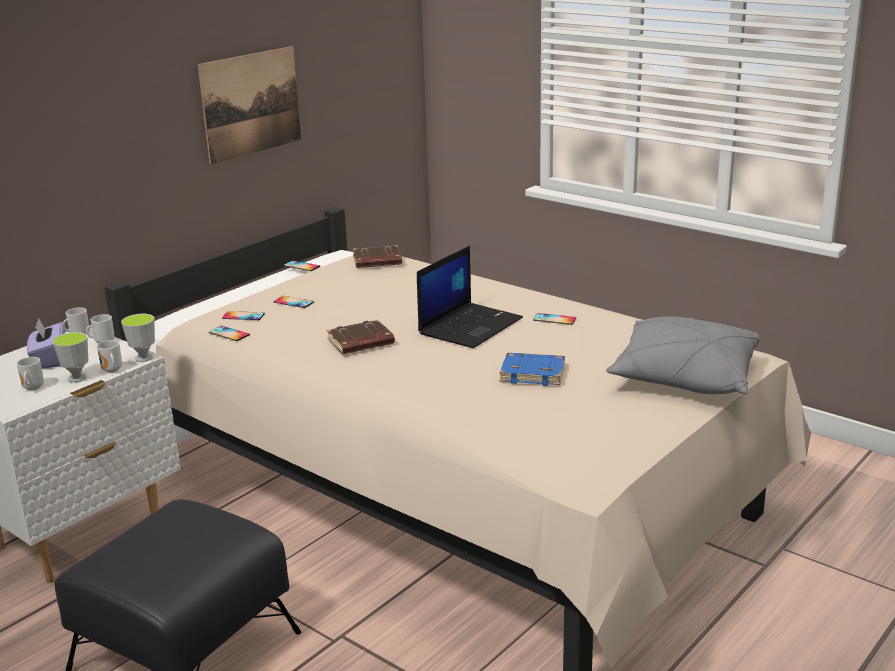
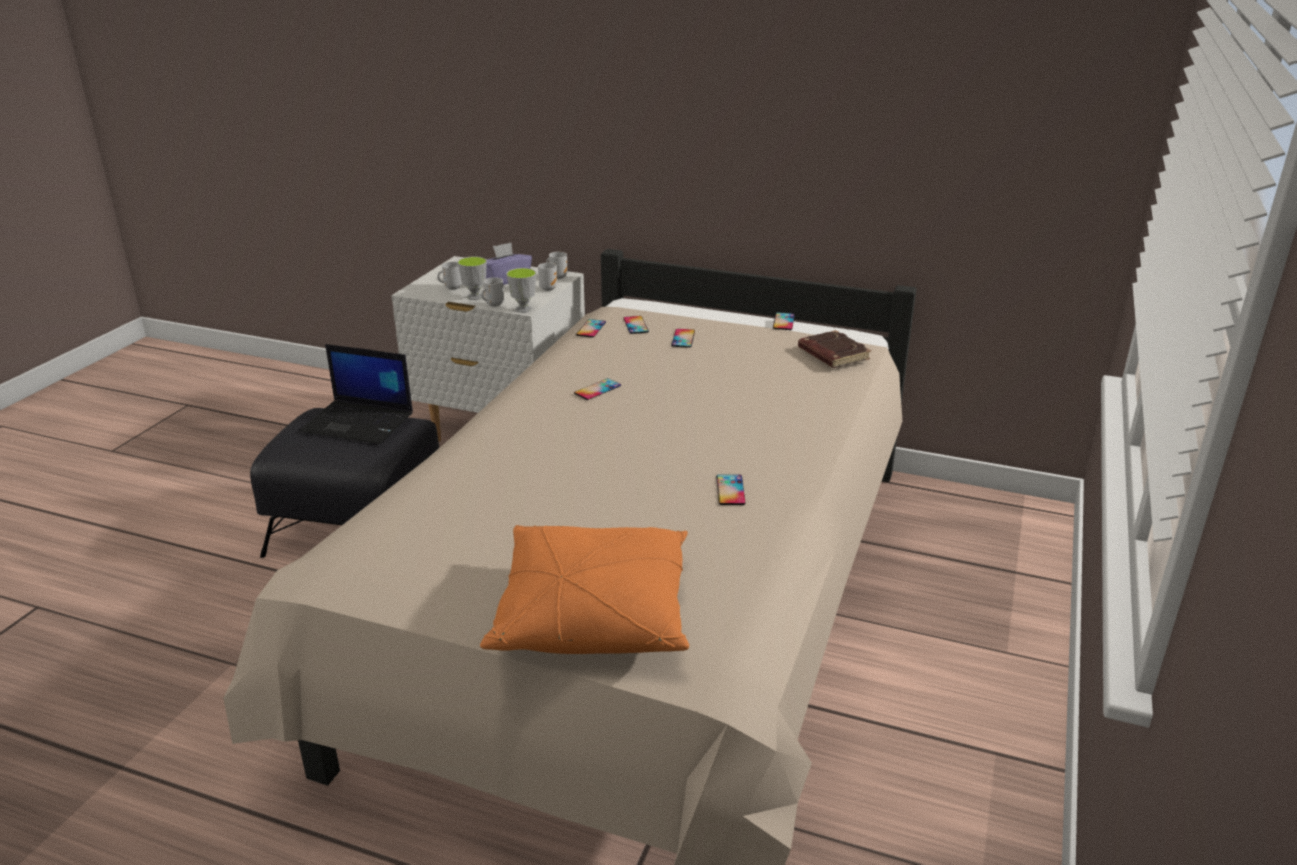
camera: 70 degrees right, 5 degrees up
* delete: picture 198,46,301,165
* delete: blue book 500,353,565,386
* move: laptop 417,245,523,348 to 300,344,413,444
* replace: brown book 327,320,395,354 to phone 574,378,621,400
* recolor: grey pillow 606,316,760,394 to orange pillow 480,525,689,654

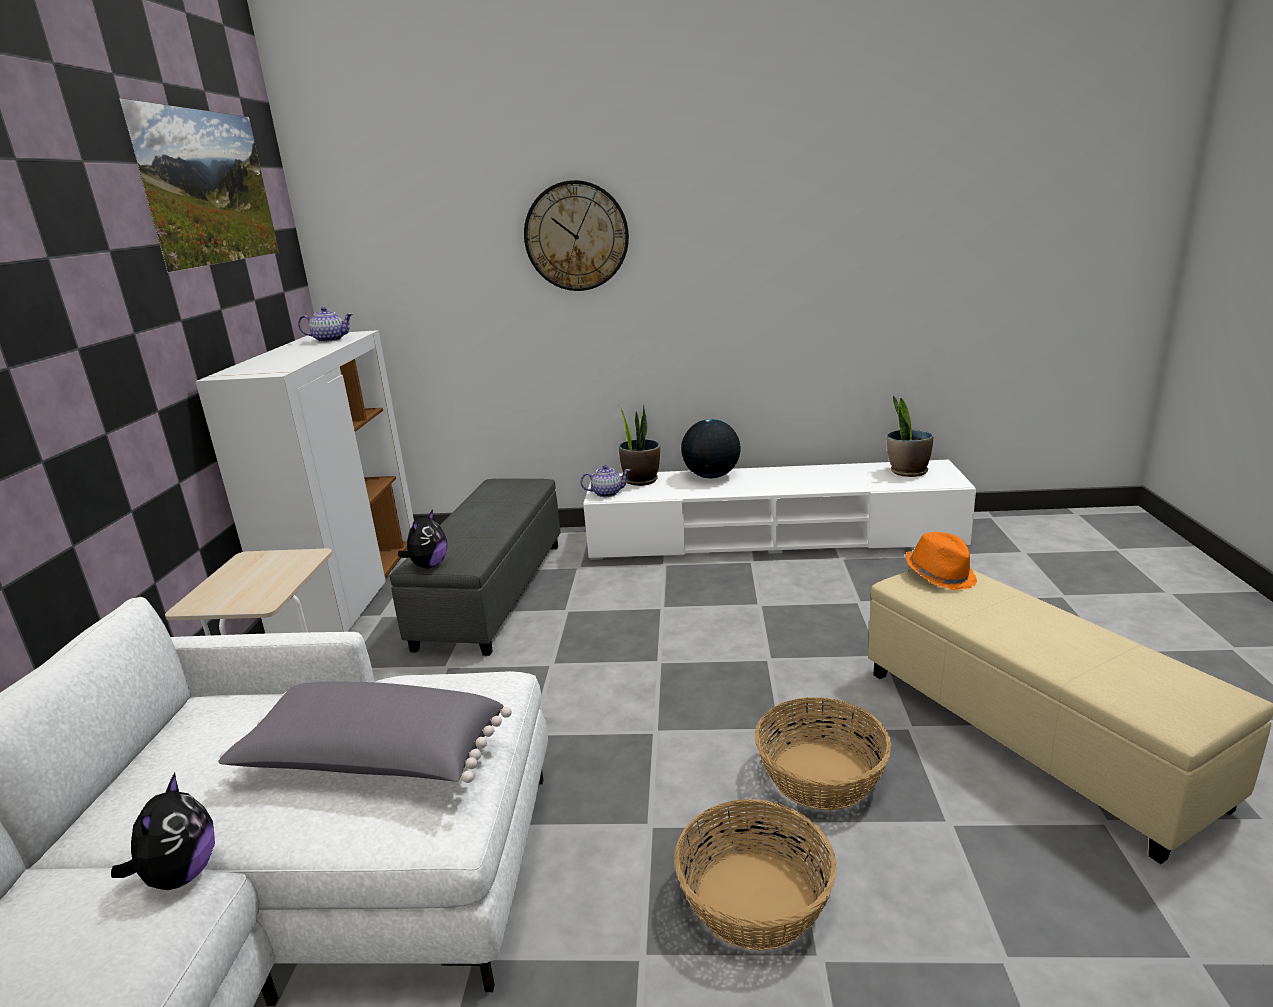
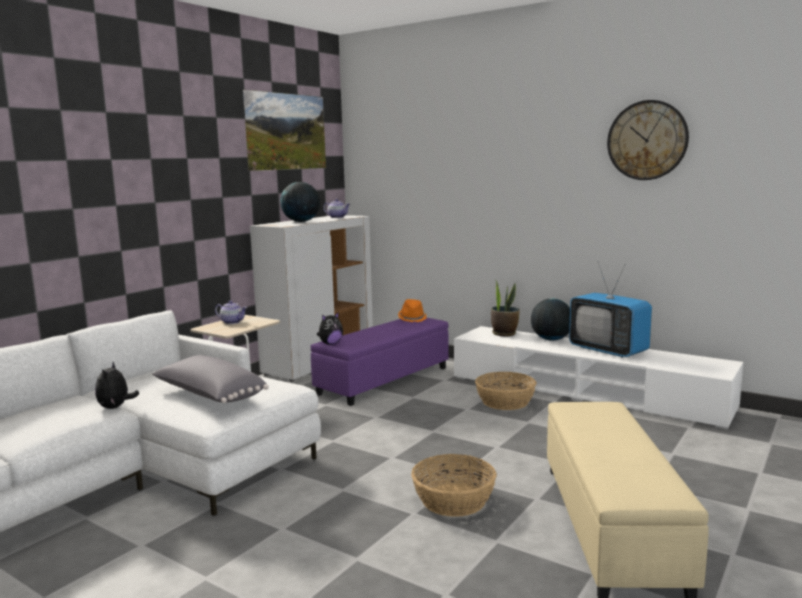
camera: 30 degrees right, 10 degrees down
* delete: potted plant 887,395,934,477
* insert: globe 280,182,320,222
* insert: television 569,262,652,358
* move: wall clock 524,180,629,291 to 607,100,689,180
* move: teapot 580,465,631,497 to 215,301,247,324
* move: basket 674,799,836,950 to 475,372,536,410
* move: orange hat 905,532,977,590 to 398,299,427,322
* recolor: grey ottoman 390,479,560,656 to purple ottoman 311,318,449,406
* rotate: plush toy 111,772,215,890 = 95,362,140,409 150 degrees clockwise

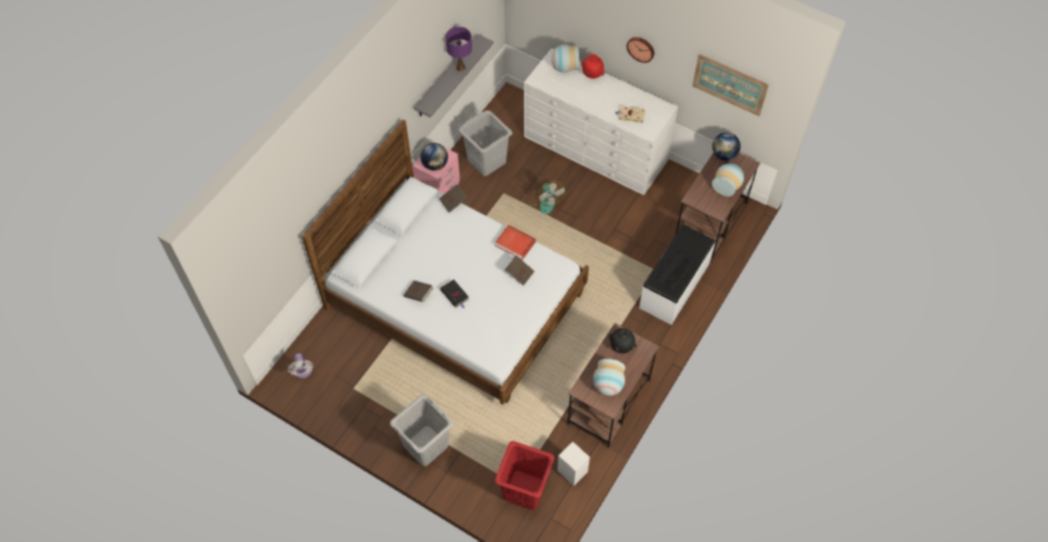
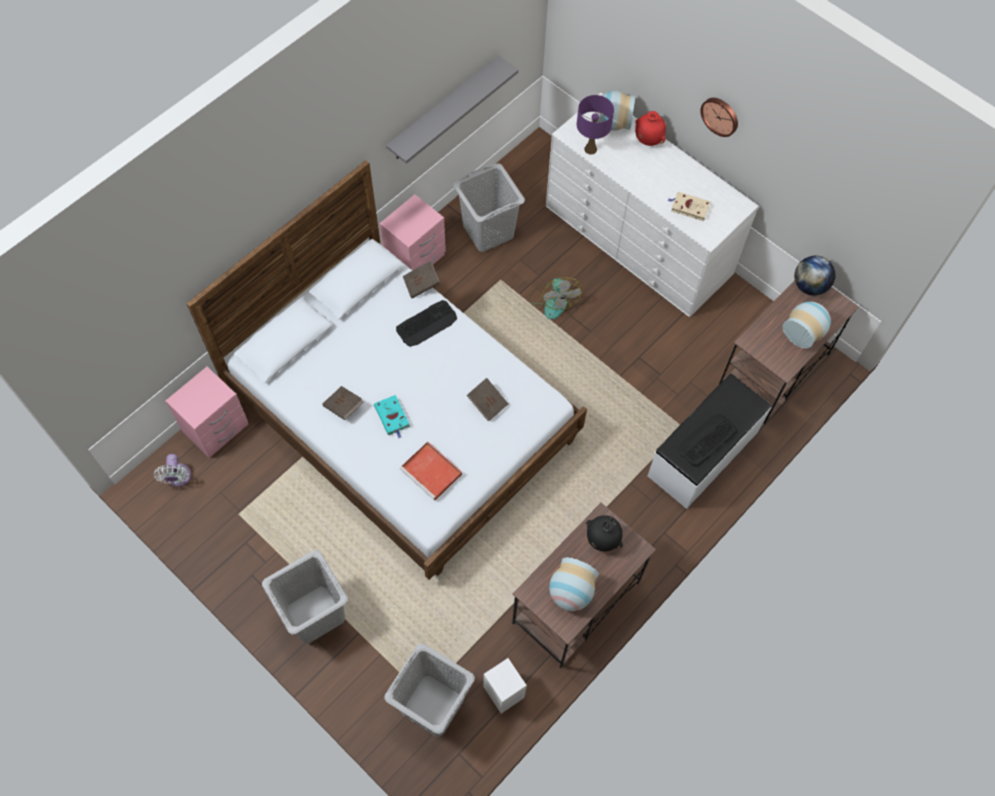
camera: 10 degrees right, 5 degrees up
* delete: globe 421,143,448,171
* delete: picture 692,54,769,116
* insert: pink nightstand 166,367,248,458
* insert: keyboard 396,300,457,347
* move: purple table lamp 445,27,472,71 to 577,95,614,155
* move: red tray 494,224,536,260 to 400,442,462,501
* recolor: black book 440,280,469,308 to turquoise book 374,395,410,438
* recolor: red laundry basket 495,441,554,510 to grey laundry basket 384,643,475,737

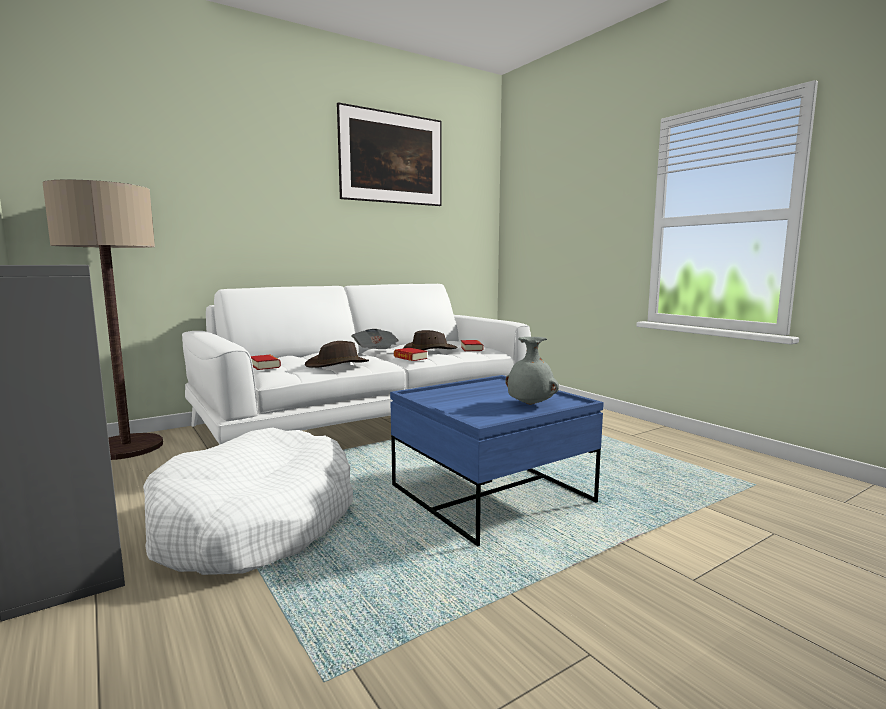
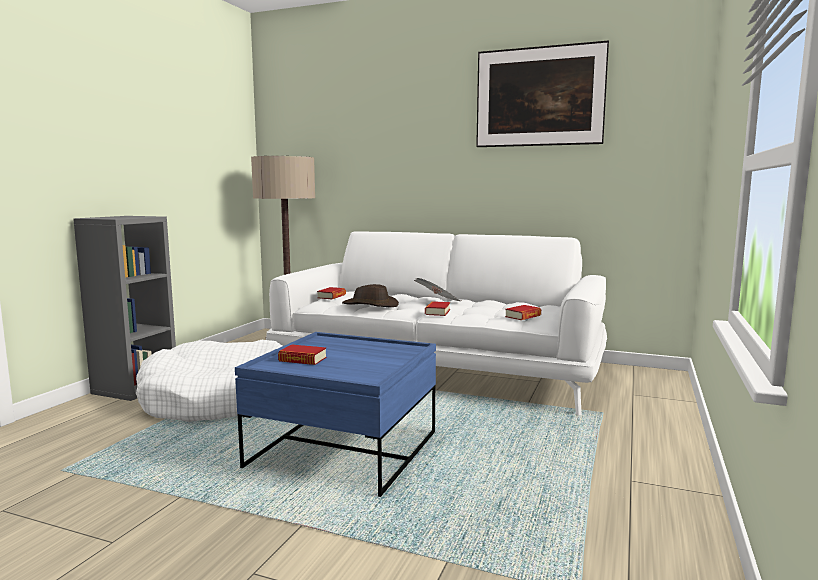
camera: 55 degrees right, 0 degrees up
* delete: brown hat 403,330,458,350
* delete: grey vase 505,337,559,405
* insert: book 278,344,326,365

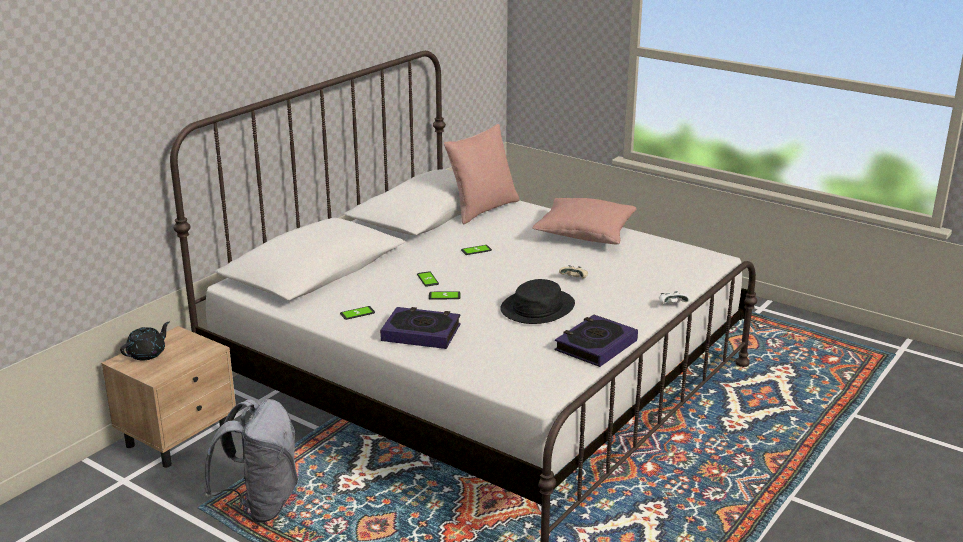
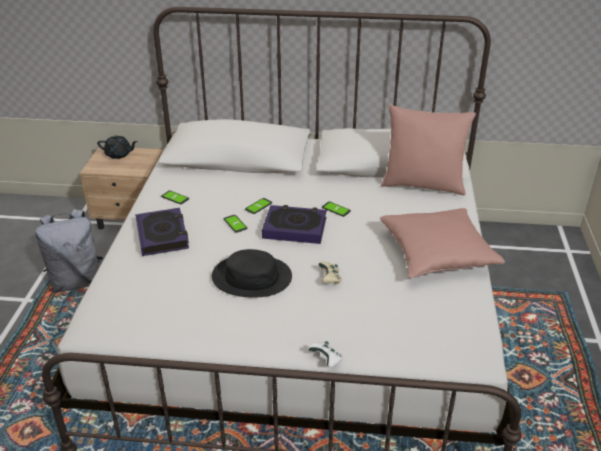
camera: 60 degrees right, 10 degrees up
* move: book 555,315,638,367 to 262,205,327,244

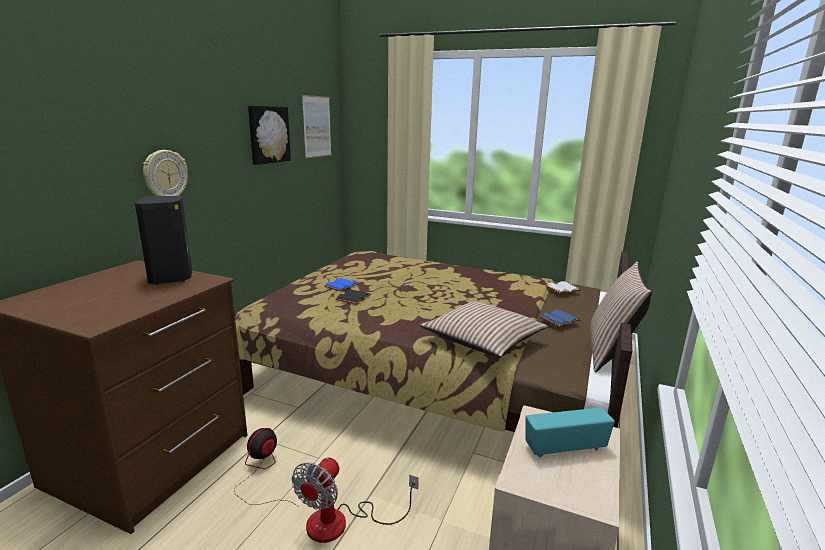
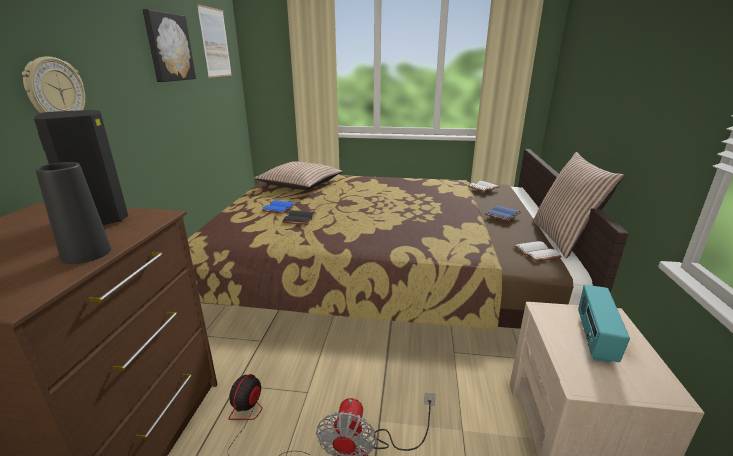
camera: 15 degrees left, 5 degrees up
* insert: black vase 35,162,111,264
* insert: white book 514,241,562,262
* move: pillow 420,301,548,357 to 254,161,343,190
* rotate: radio 525,408,615,457 = 578,285,630,362 45 degrees counterclockwise

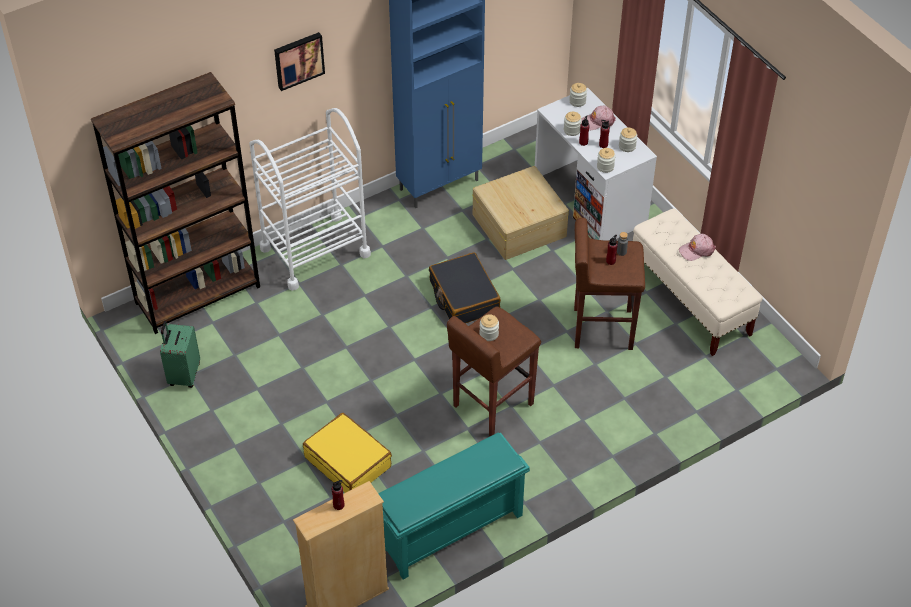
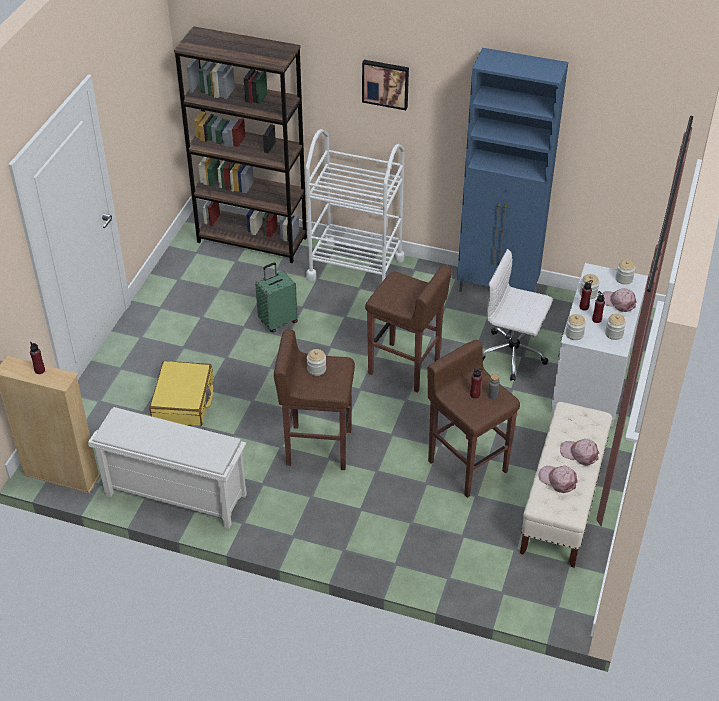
camera: 50 degrees right, 5 degrees down
* insert: pink cap 538,466,578,493
* move: green suitcase 160,321,200,388 to 255,262,298,332
* replace: black suitcase 429,253,501,323 to brown stool 365,265,452,393
* replace: beige storage box 473,166,569,260 to white office chair 482,249,553,381
* recolor: turquoise shoe rack 378,433,530,580 to white shoe rack 88,407,247,529

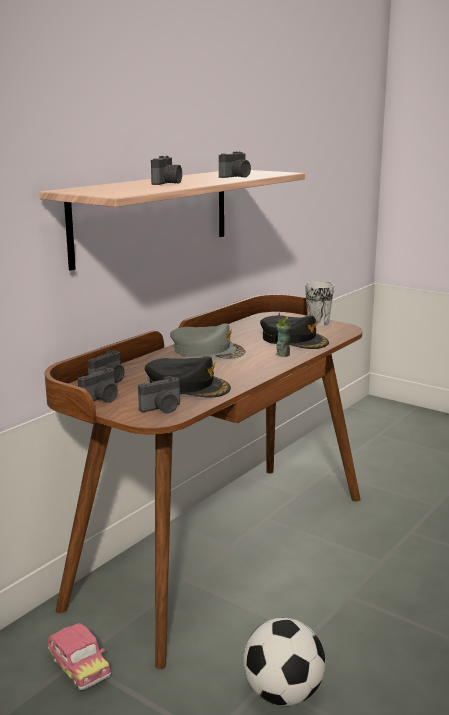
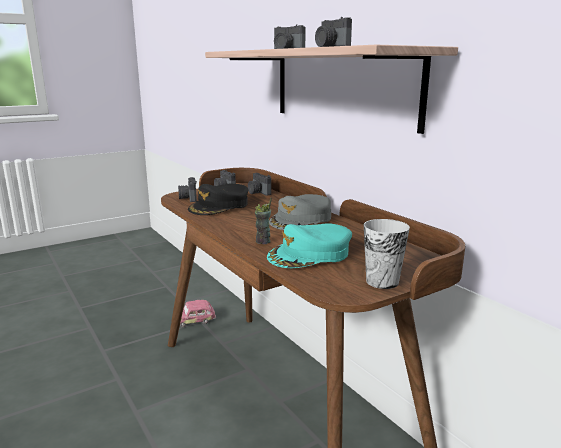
camera: 110 degrees right, 0 degrees up
* delete: football 243,618,325,706
* recolor: black cap 260,315,329,349 to turquoise cap 267,223,352,268

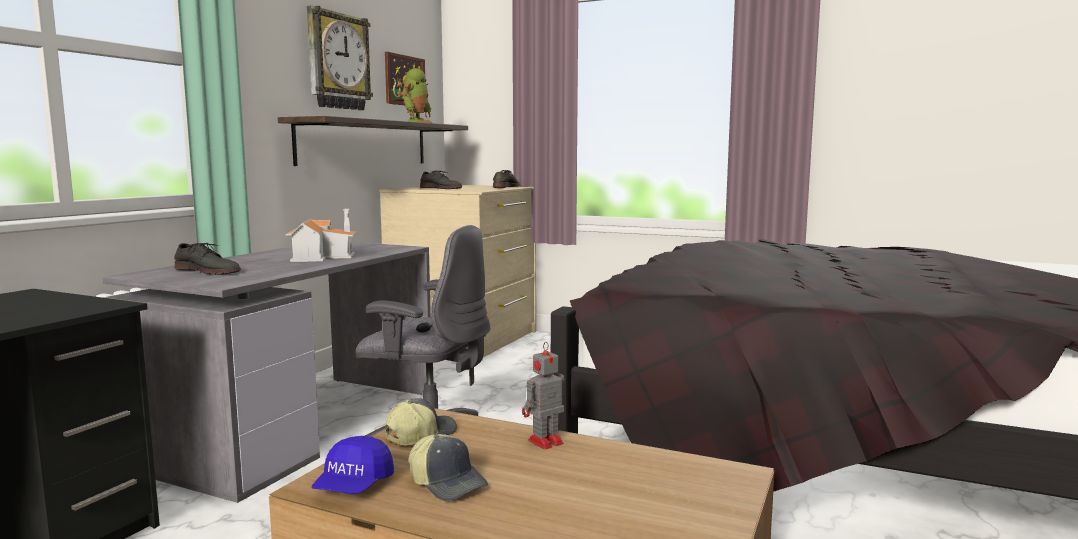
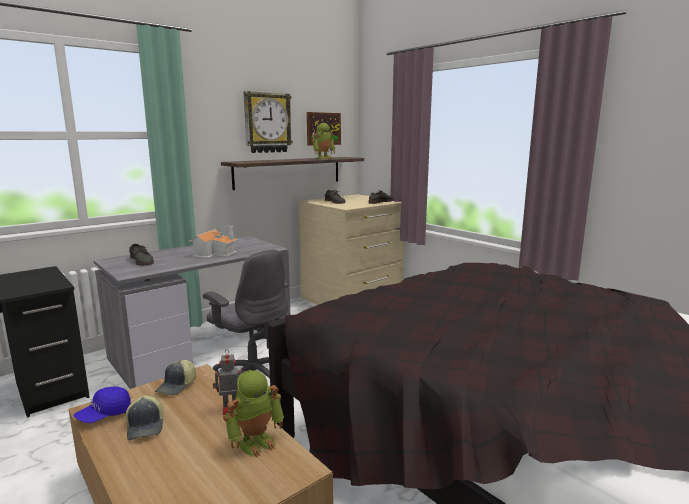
camera: 25 degrees right, 5 degrees up
* insert: toy robot 223,370,284,458
* rotate: cap 385,398,457,445 = 155,360,196,395 135 degrees clockwise

